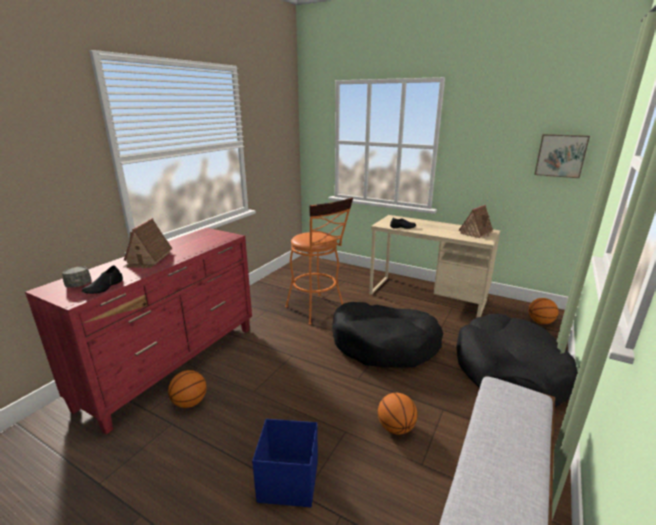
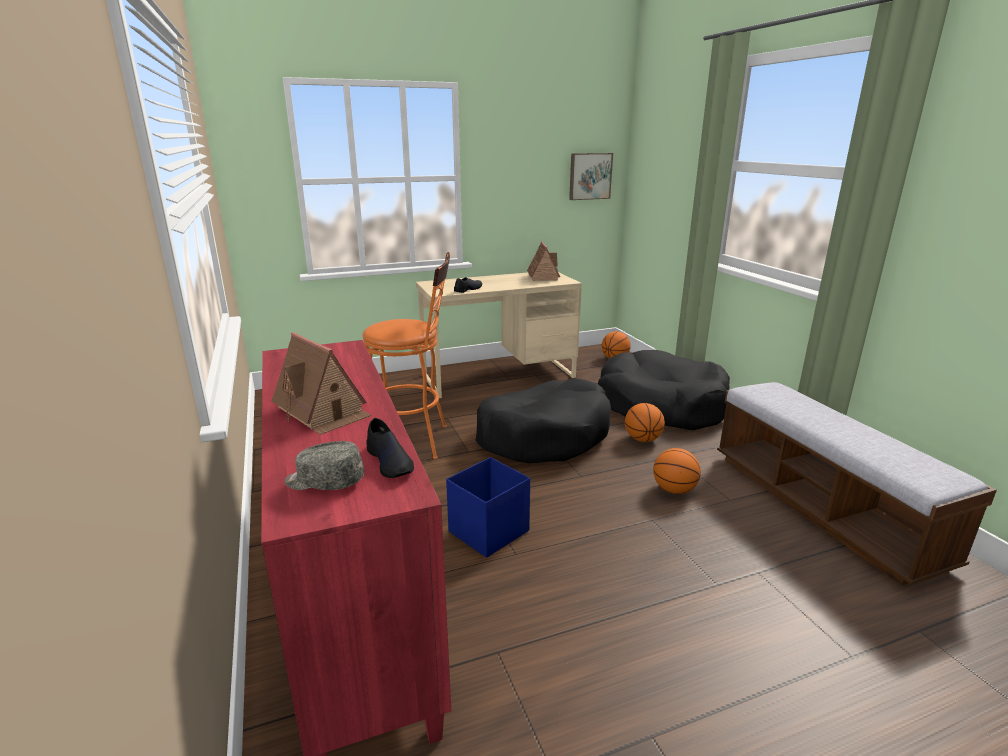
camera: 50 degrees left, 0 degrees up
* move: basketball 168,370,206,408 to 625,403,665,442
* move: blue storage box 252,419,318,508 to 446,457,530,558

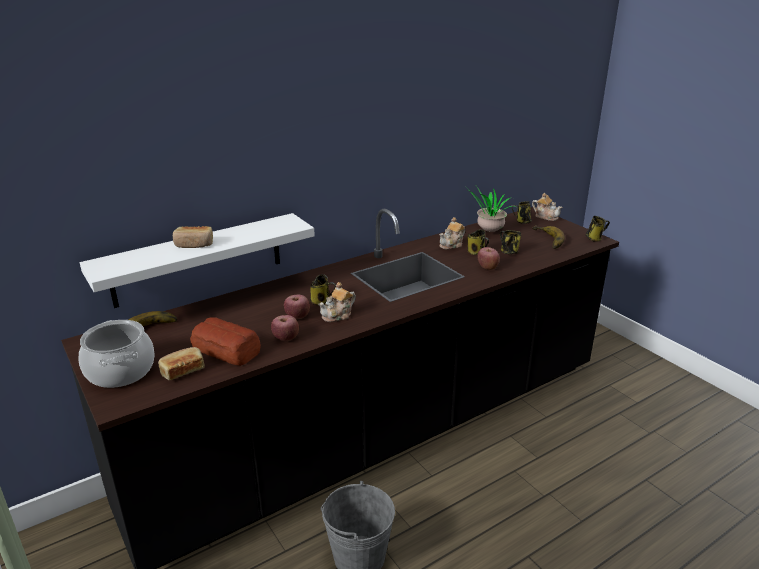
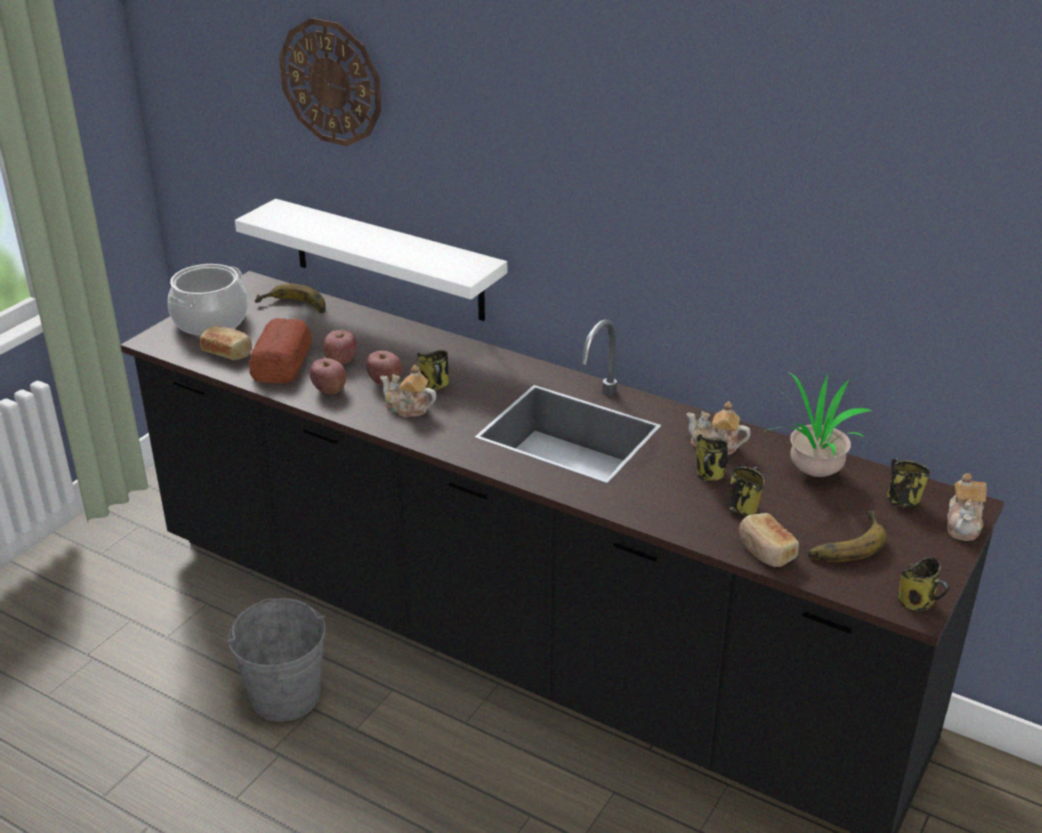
camera: 65 degrees right, 5 degrees up
* insert: wall clock 279,18,382,146
* move: bread 173,226,213,248 to 739,513,799,567
* move: apple 477,247,500,270 to 323,330,357,365

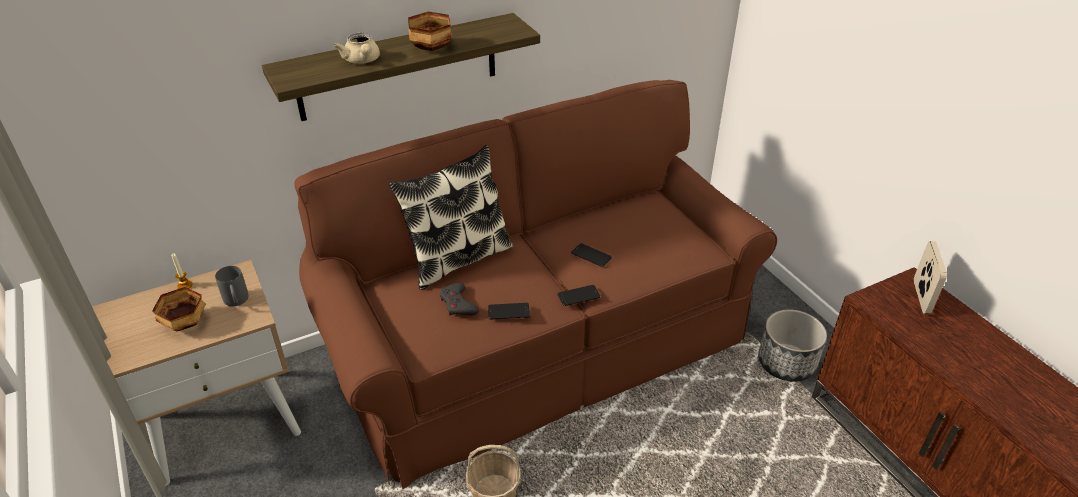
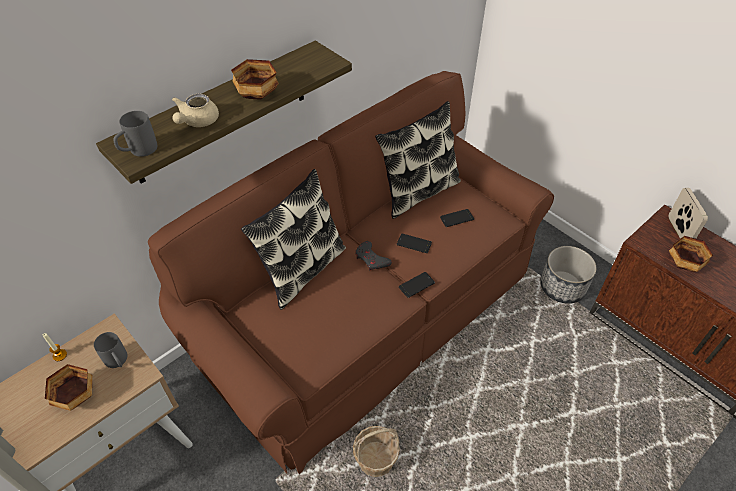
camera: 15 degrees left, 10 degrees up
* insert: grey mug 113,111,158,157
* insert: pillow 375,101,461,219
* insert: bowl 669,236,713,272
* move: grey game controller 440,282,479,316 to 356,241,392,271
* move: phone 488,303,530,320 to 440,209,474,227
* rotate: beige teapot 334,33,380,64 = 172,94,219,127 60 degrees clockwise

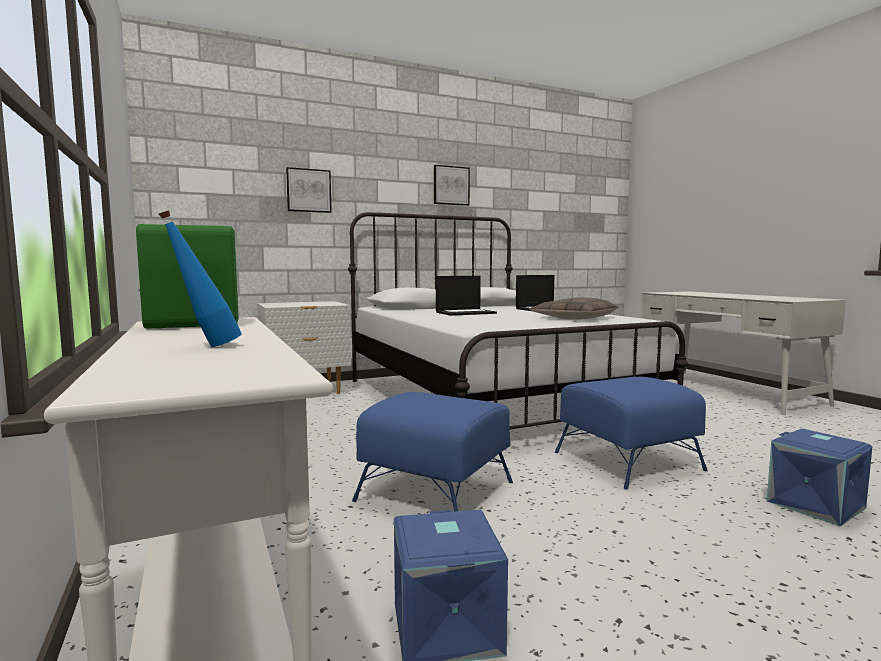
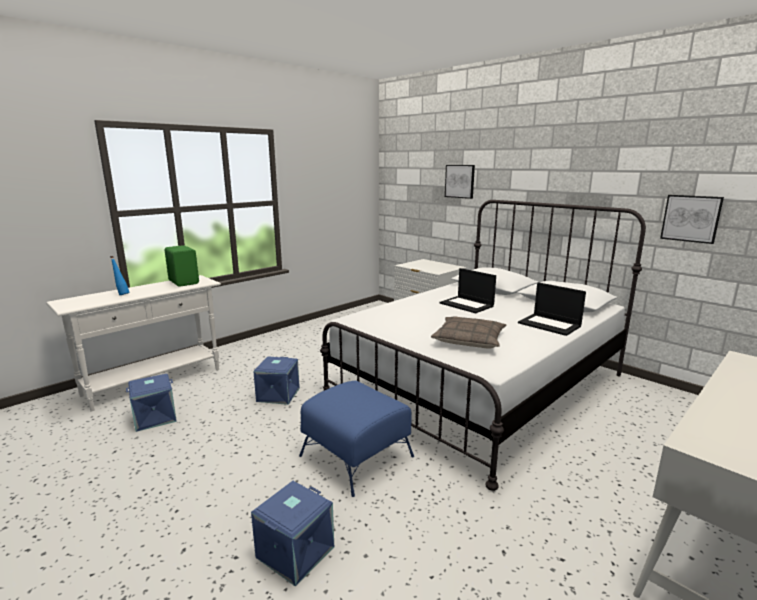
camera: 70 degrees right, 10 degrees up
* move: picture 434,165,470,206 to 660,195,724,244
* replace: blue ottoman 352,392,513,512 to blue storage box 253,356,300,405

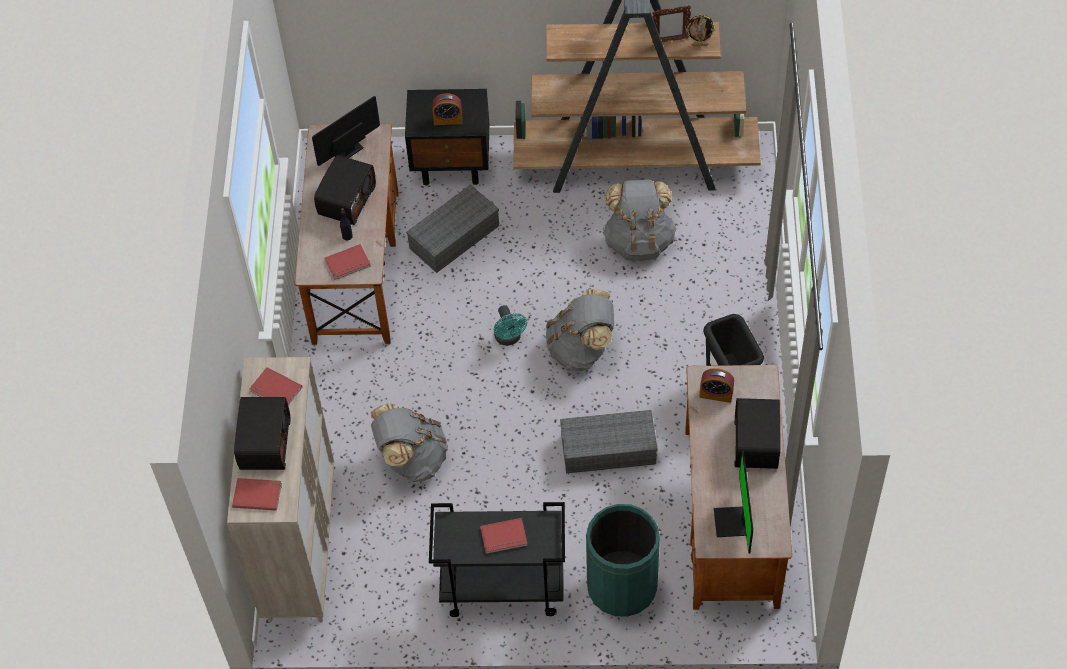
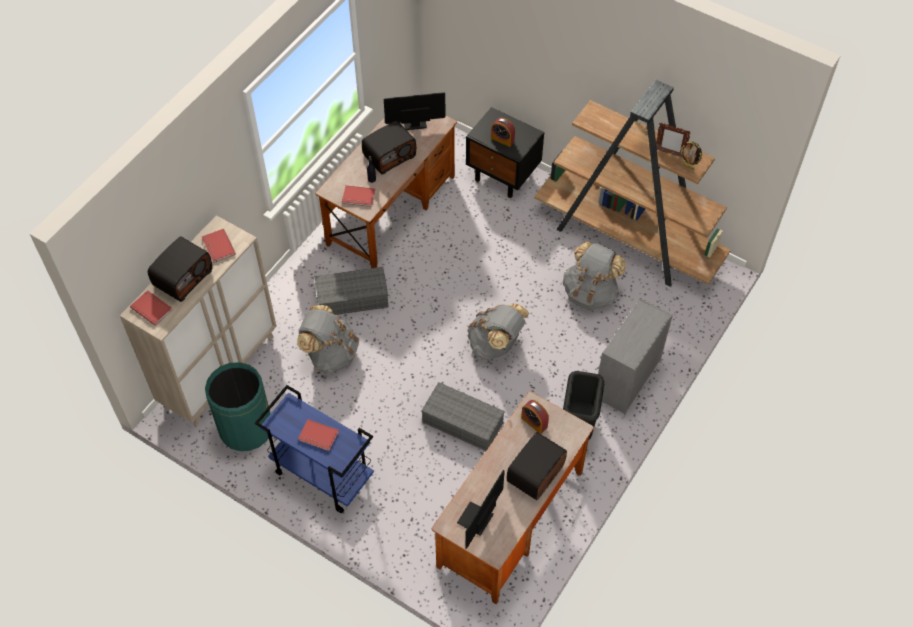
camera: 30 degrees right, 0 degrees up
* delete: turquoise fan 494,305,527,346
* insert: grey dresser 598,298,673,414
* move: grey storage box 406,185,499,273 to 314,267,389,315
* move: green trash can 586,504,660,617 to 205,362,271,451
* recolor: black cart 429,502,565,617 to blue cart 255,385,374,513

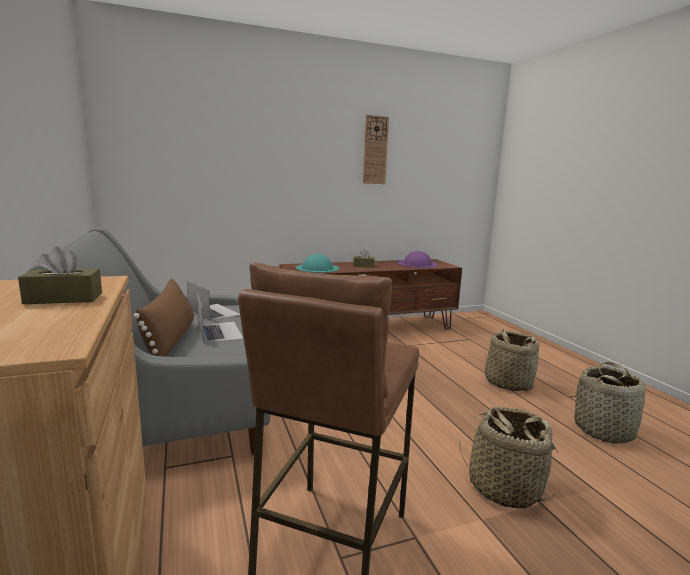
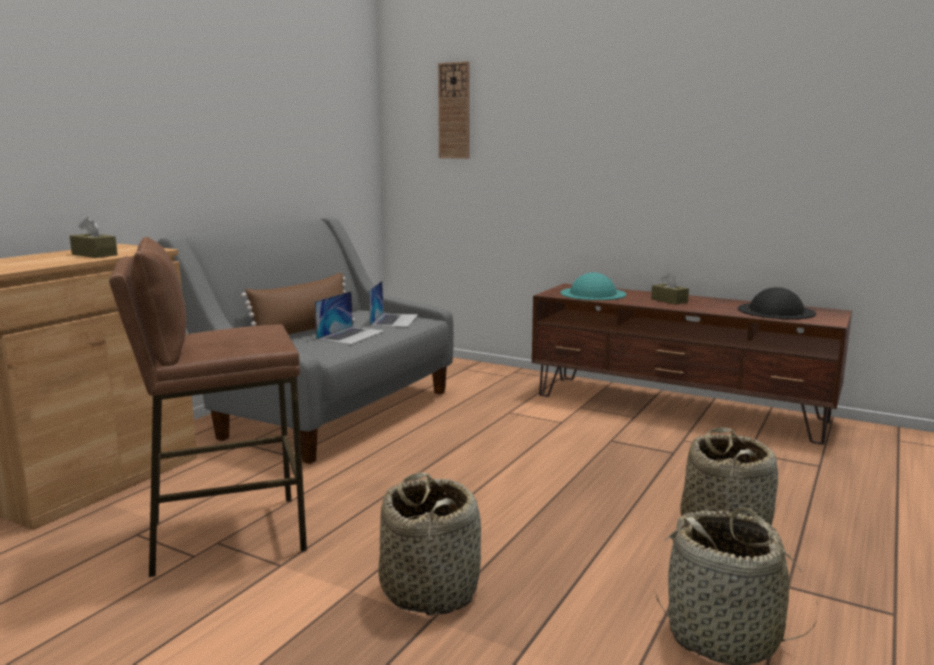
camera: 50 degrees right, 0 degrees up
* move: wall clock 363,115,389,184 to 438,61,469,159
* recolor: purple hat 398,251,438,268 to black hat 738,287,816,319

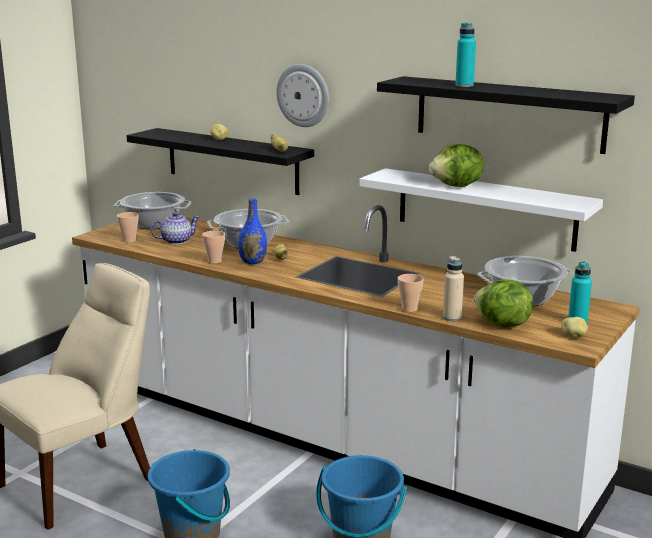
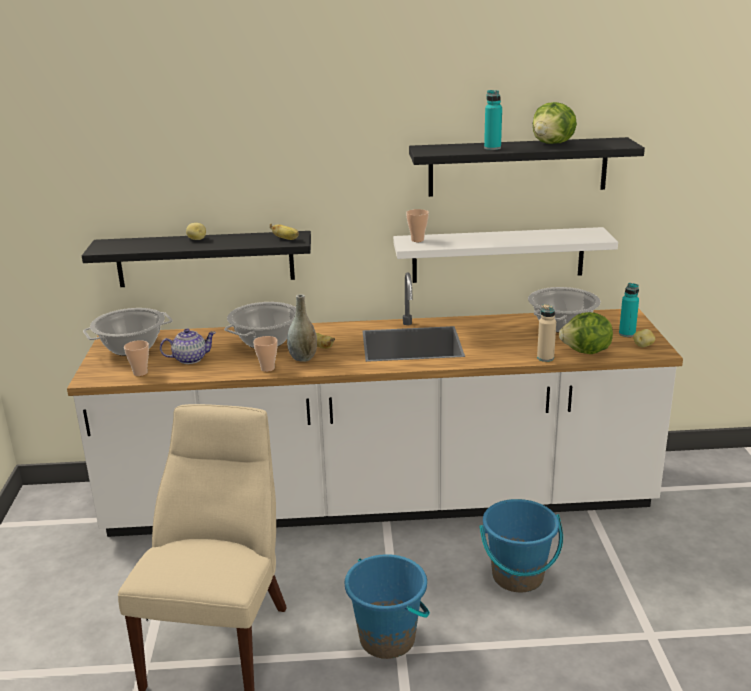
camera: 35 degrees left, 5 degrees up
* delete: wall clock 276,64,329,127
* move: cup 398,274,424,312 to 406,209,429,242
* move: lettuce 429,144,484,187 to 533,102,577,144
* recolor: blue vase 238,199,267,265 to grey vase 287,294,317,362
* rotate: teapot 151,212,200,244 = 160,329,216,364 45 degrees clockwise

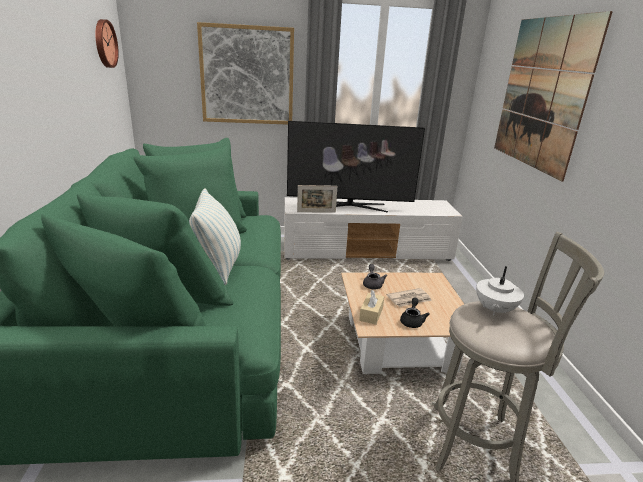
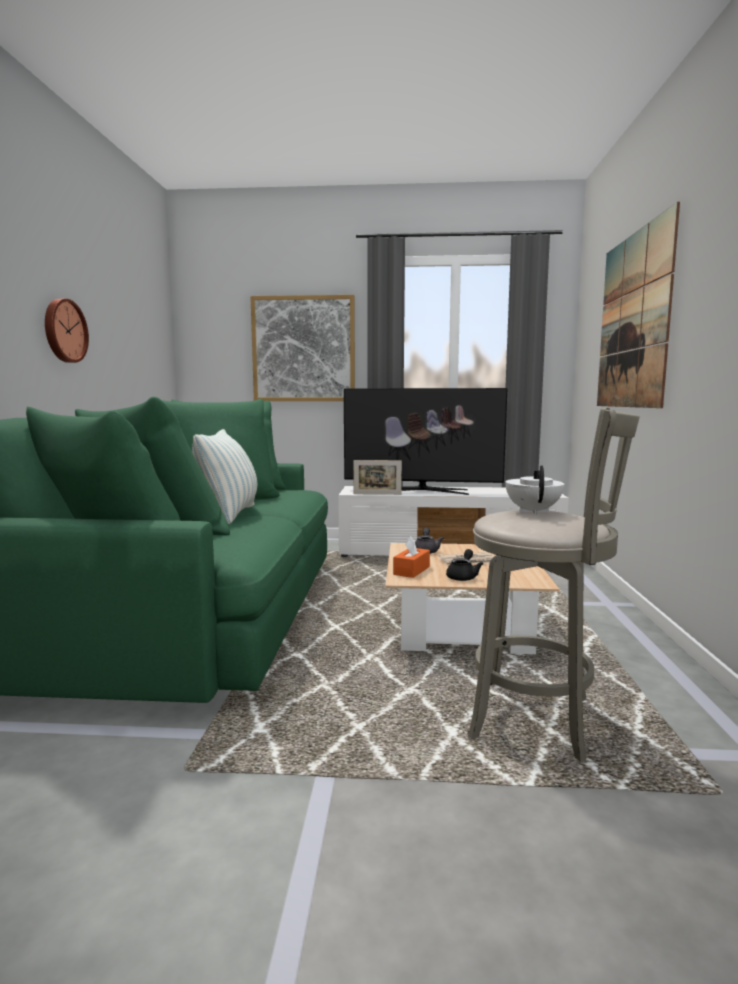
camera: 10 degrees right, 15 degrees down
* move: wall clock 95,19,119,68 to 45,299,89,363
* recolor: beige tissue box 359,290,384,325 to orange tissue box 393,536,430,578
* rotate: white teapot 476,266,524,316 = 505,466,565,515 150 degrees clockwise

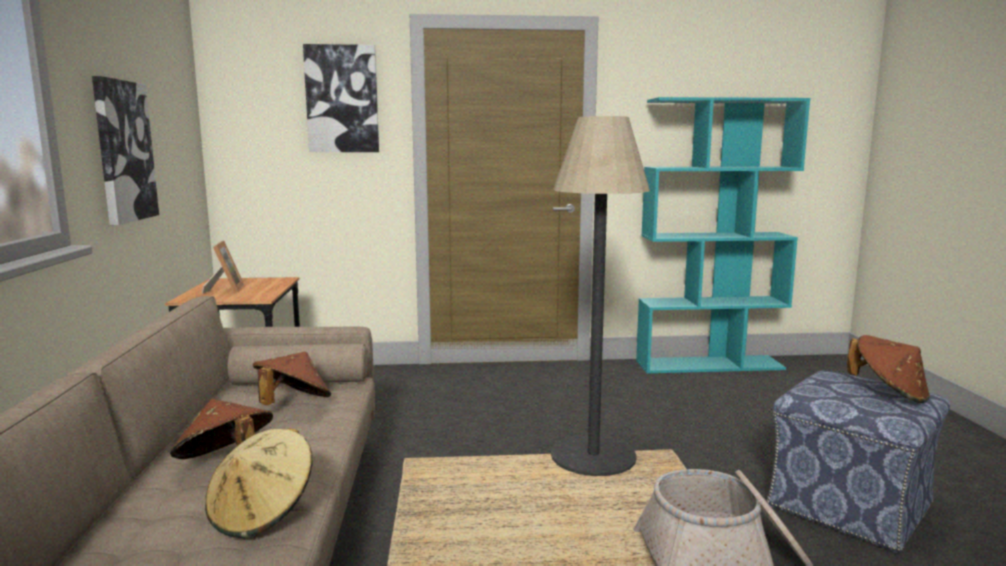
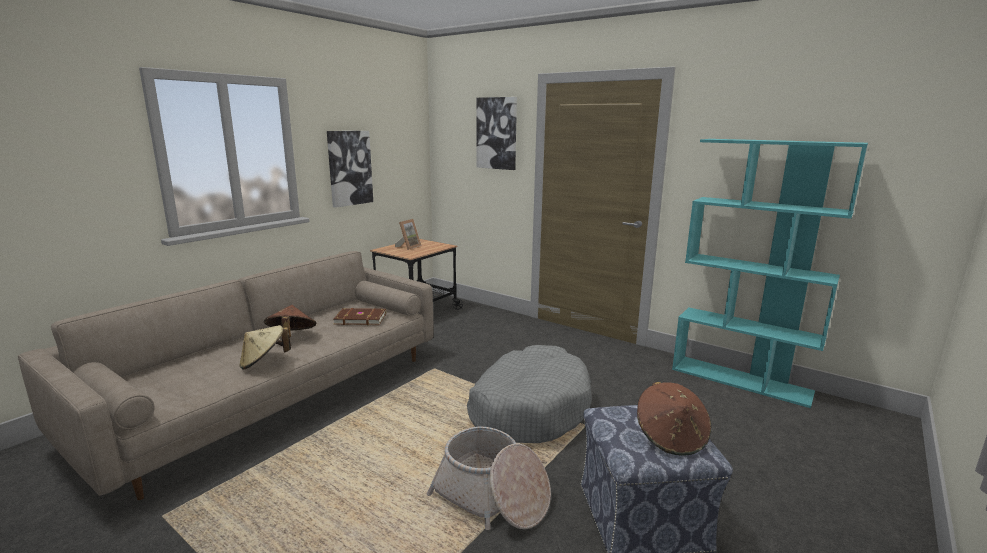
camera: 40 degrees right, 5 degrees up
* replace: brown hat 253,352,331,405 to brown book 334,308,386,325
* replace: floor lamp 551,116,650,476 to grey dog bed 467,345,592,443

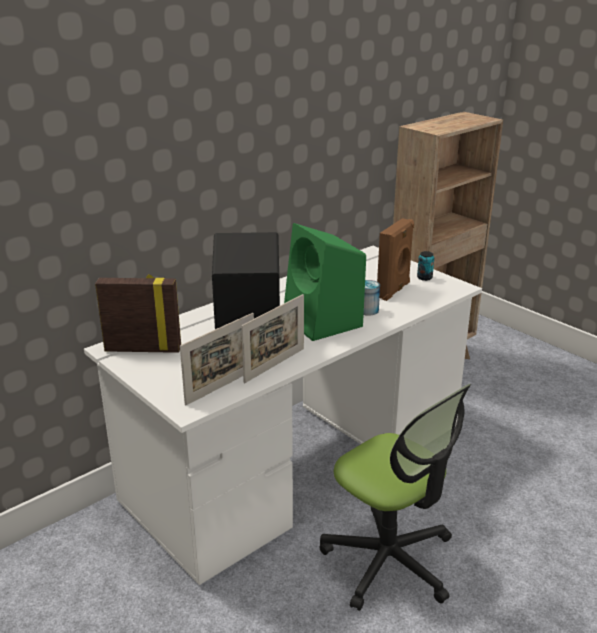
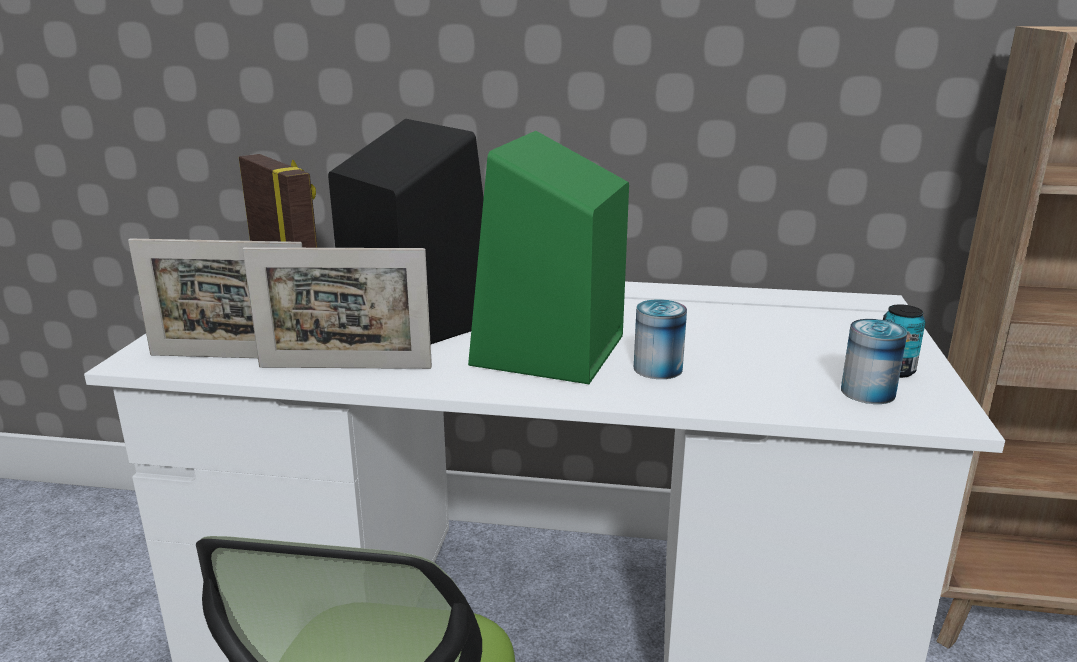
camera: 50 degrees right, 5 degrees down
* delete: brown speaker 377,218,414,301
* insert: can 841,319,907,404

